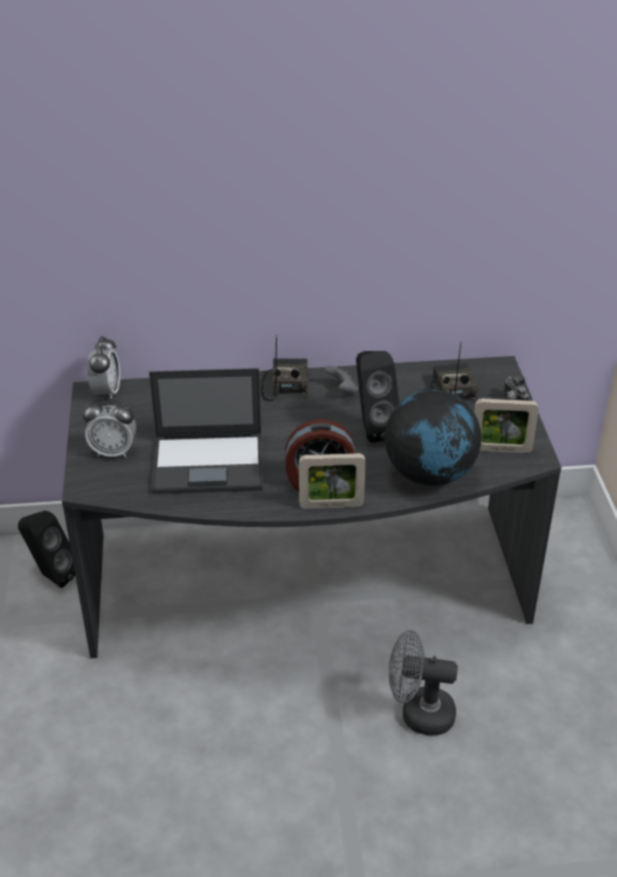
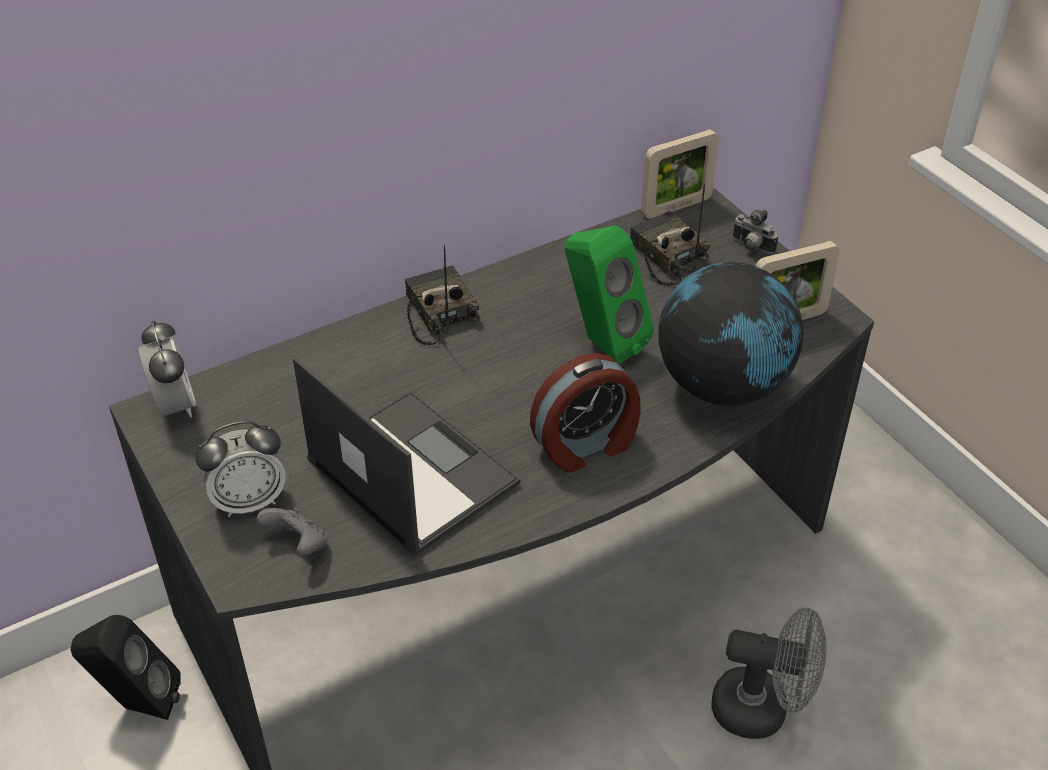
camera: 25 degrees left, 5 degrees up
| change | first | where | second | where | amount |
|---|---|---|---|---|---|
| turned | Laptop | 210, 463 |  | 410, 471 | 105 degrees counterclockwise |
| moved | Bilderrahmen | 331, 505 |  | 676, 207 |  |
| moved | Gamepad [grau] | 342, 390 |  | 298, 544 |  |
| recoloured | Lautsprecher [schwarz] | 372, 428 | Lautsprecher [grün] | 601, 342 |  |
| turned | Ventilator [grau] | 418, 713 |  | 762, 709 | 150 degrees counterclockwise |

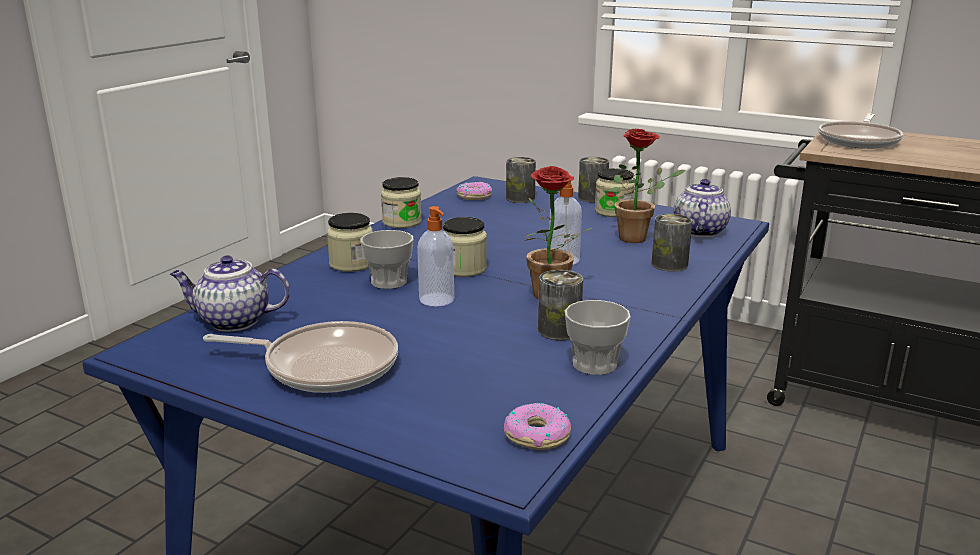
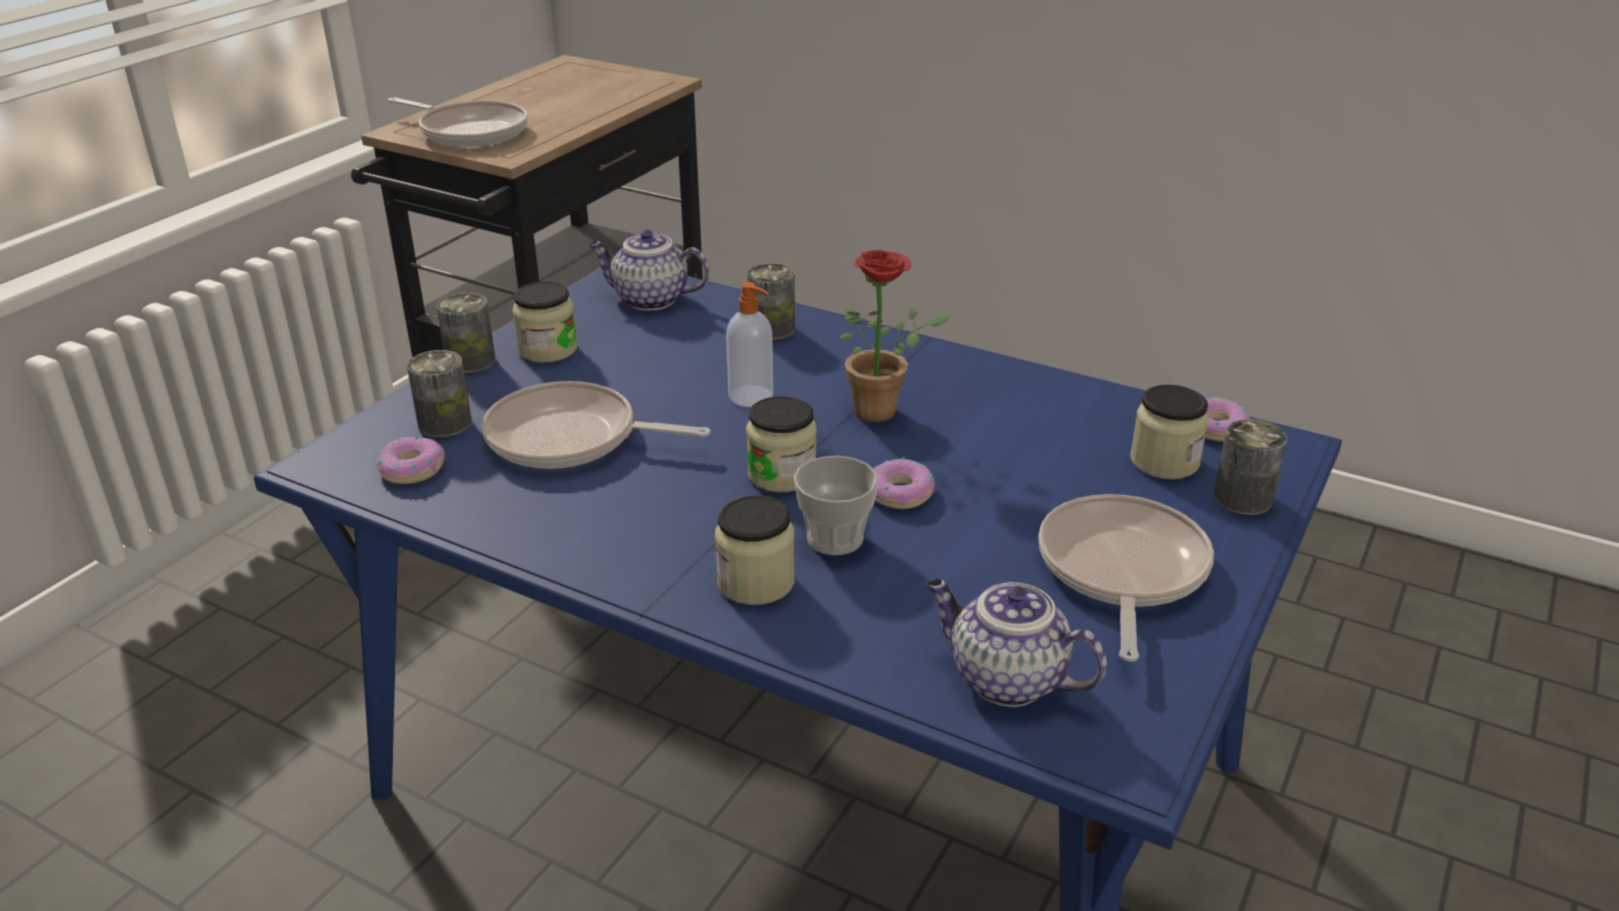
camera: 90 degrees left, 10 degrees up
| change | first | where | second | where | amount |
|---|---|---|---|---|---|
| turned | Teekanne | 232, 321 |  | 1004, 679 | 120 degrees clockwise |
| moved | Vorratsglas | 402, 222 |  | 1164, 462 |  |
| replaced | Seifenspender | 437, 300 | Donut | 900, 493 |  |
| moved | Dose | 559, 330 |  | 1242, 498 |  |
| removed | Tasse | 594, 364 |  |  |  |
| removed | Topfpflanze | 638, 238 |  |  |  |
| added |  |  | Pfanne | 570, 439 |  |

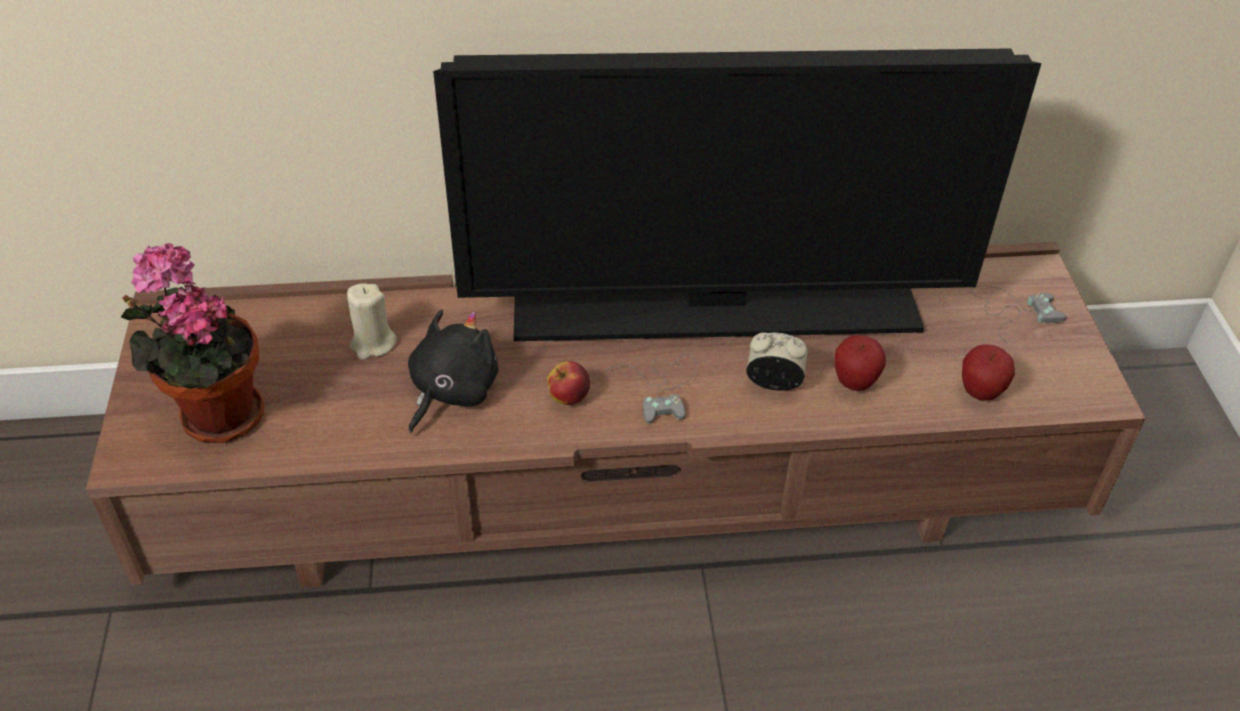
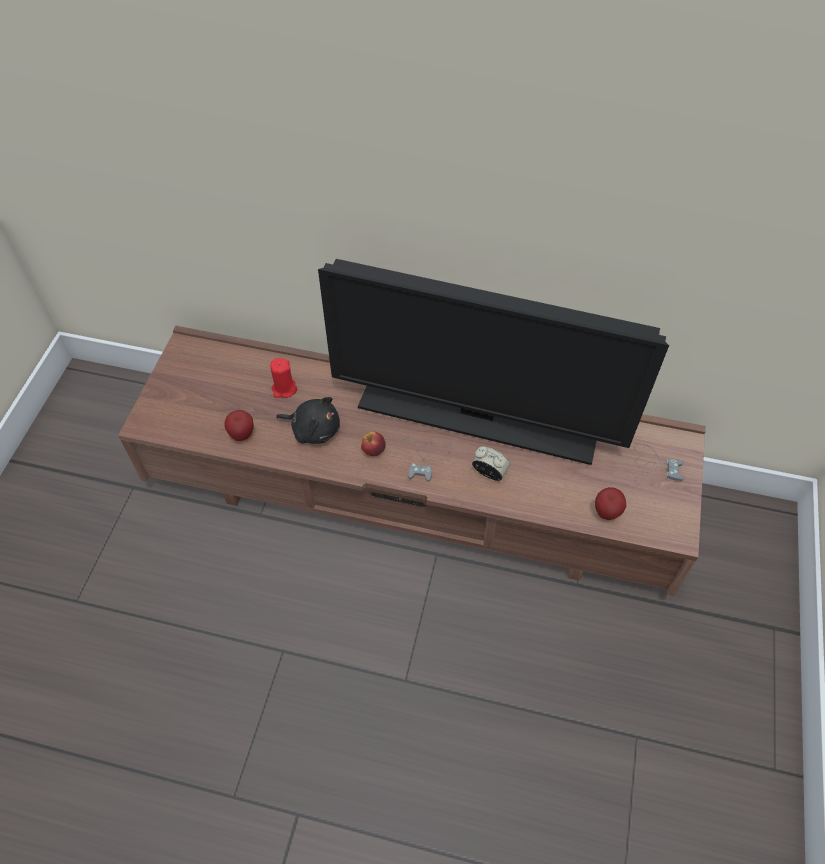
camera: 20 degrees right, 10 degrees up
| change | first | where | second | where | amount |
|---|---|---|---|---|---|
| removed | Topfpflanze | 216, 413 |  |  |  |
| recoloured | Kerze [beige] | 373, 344 | Kerze [rot] | 284, 389 |  |
| turned | Plüschtier [schwarz] | 451, 391 |  | 313, 429 | 60 degrees clockwise |
| moved | Apfel | 854, 383 |  | 242, 435 |  |

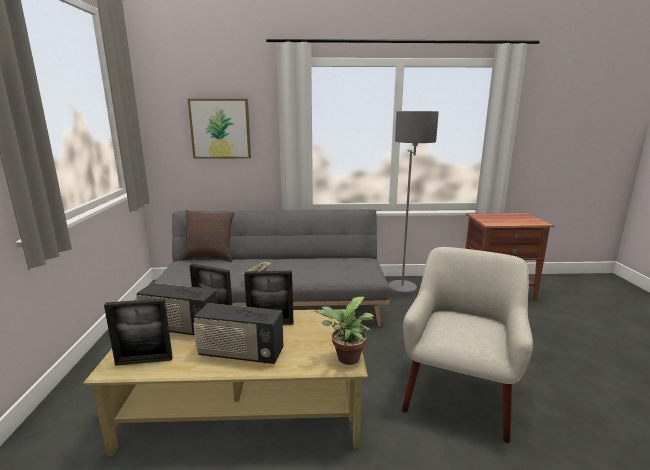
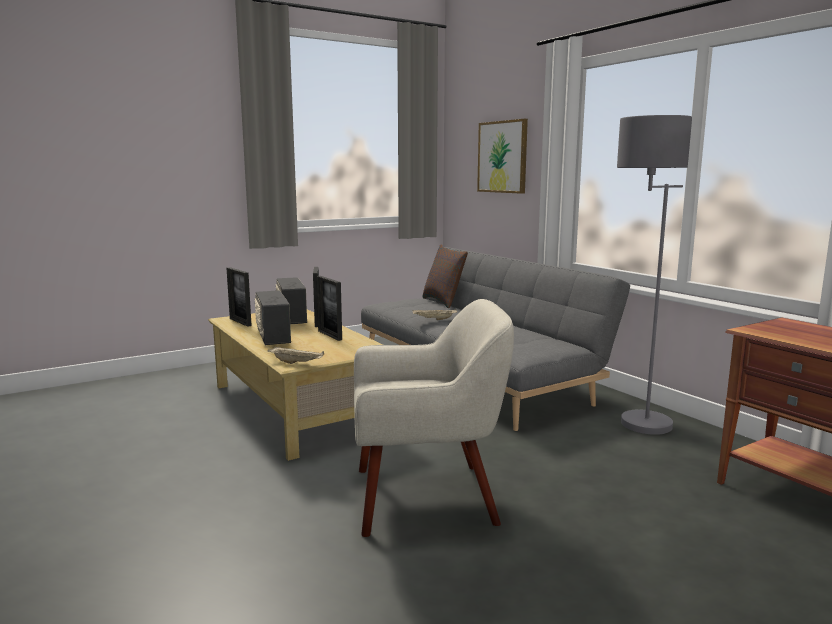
camera: 60 degrees right, 5 degrees down
| change | first | where | second | where | amount |
|---|---|---|---|---|---|
| replaced | Topfpflanze | 346, 359 | Tablett [beige] | 297, 363 |  |

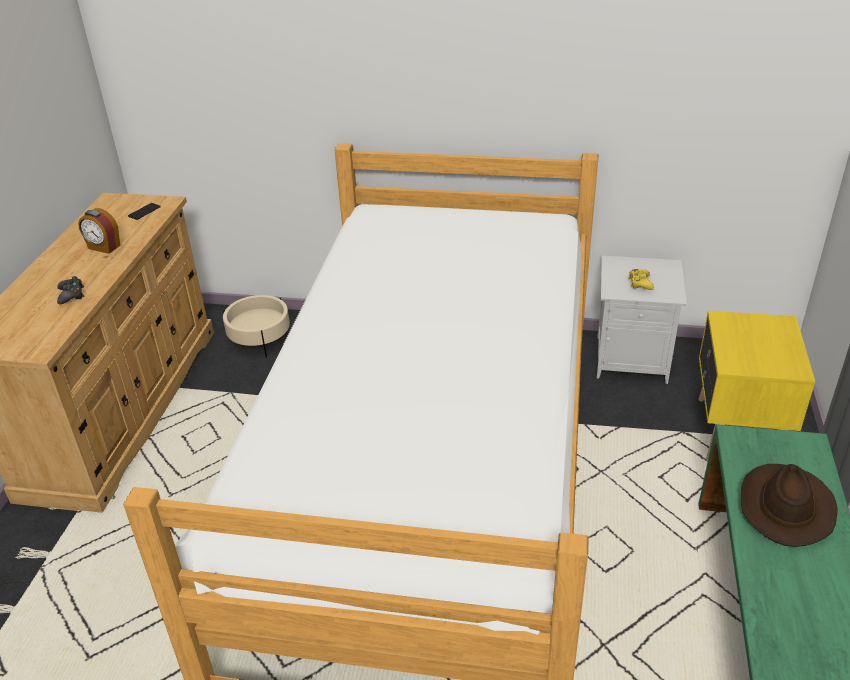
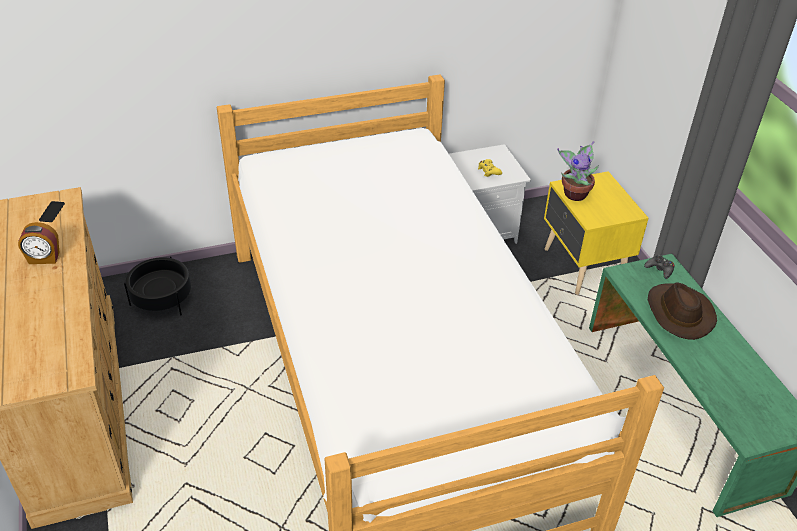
camera: 30 degrees left, 5 degrees up
| change | first | where | second | where | amount |
|---|---|---|---|---|---|
| moved | Gamepad [schwarz] | 71, 295 |  | 660, 269 |  |
| recoloured | Pflanzkübel [beige] | 260, 338 | Pflanzkübel [schwarz] | 162, 299 |  |
| added |  |  | Topfpflanze | 574, 193 |  |

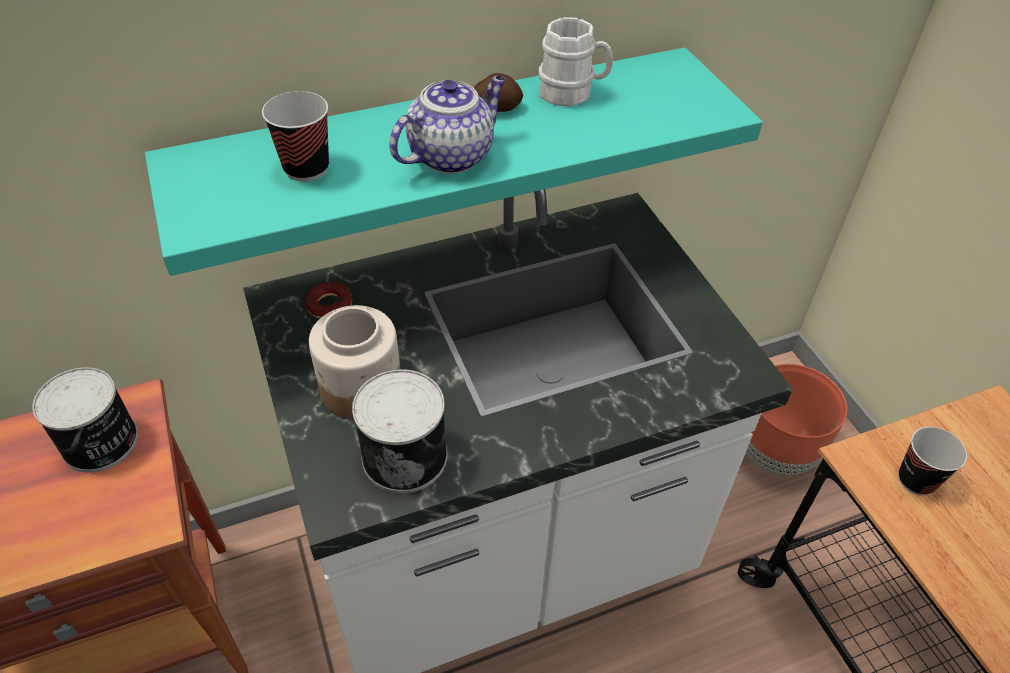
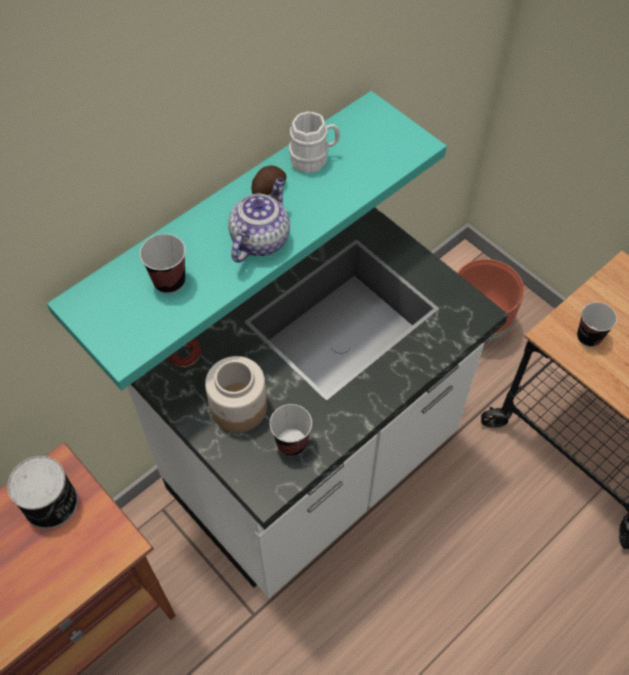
camera: 20 degrees left, 10 degrees up
| change | first | where | second | where | amount |
|---|---|---|---|---|---|
| replaced | Dose | 405, 454 | Tasse | 291, 443 |  |

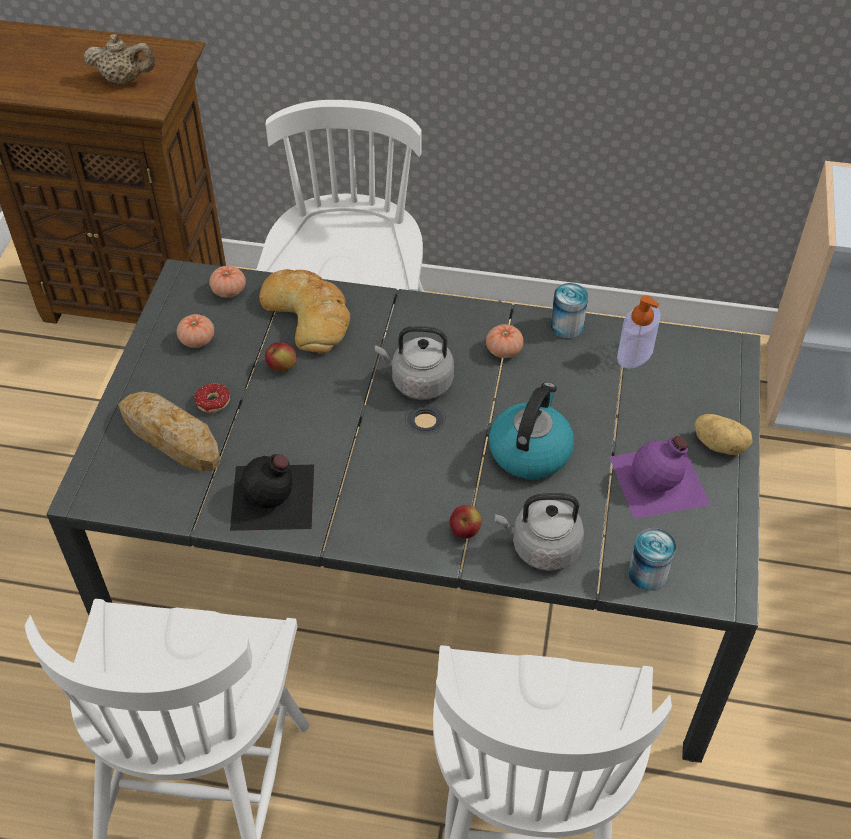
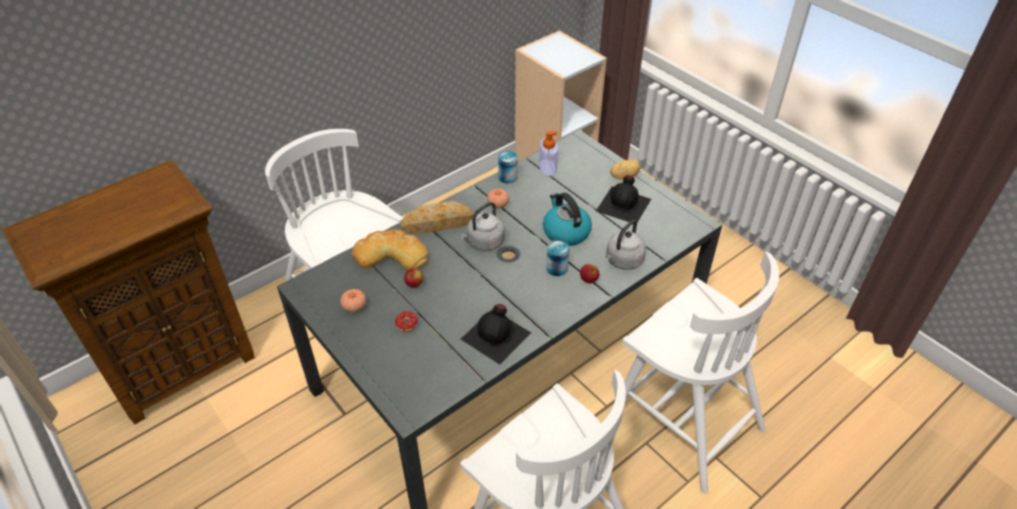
camera: 50 degrees left, 5 degrees down
| change | first | where | second | where | amount |
|---|---|---|---|---|---|
| removed | Teekanne [beige] | 124, 80 |  |  |  |
| moved | Brot | 170, 436 |  | 438, 223 |  |
| removed | Tomate | 229, 291 |  |  |  |
| recoloured | Flasche [lila] | 660, 481 | Flasche [schwarz] | 624, 204 |  |
| moved | Dose | 648, 574 |  | 557, 268 |  |

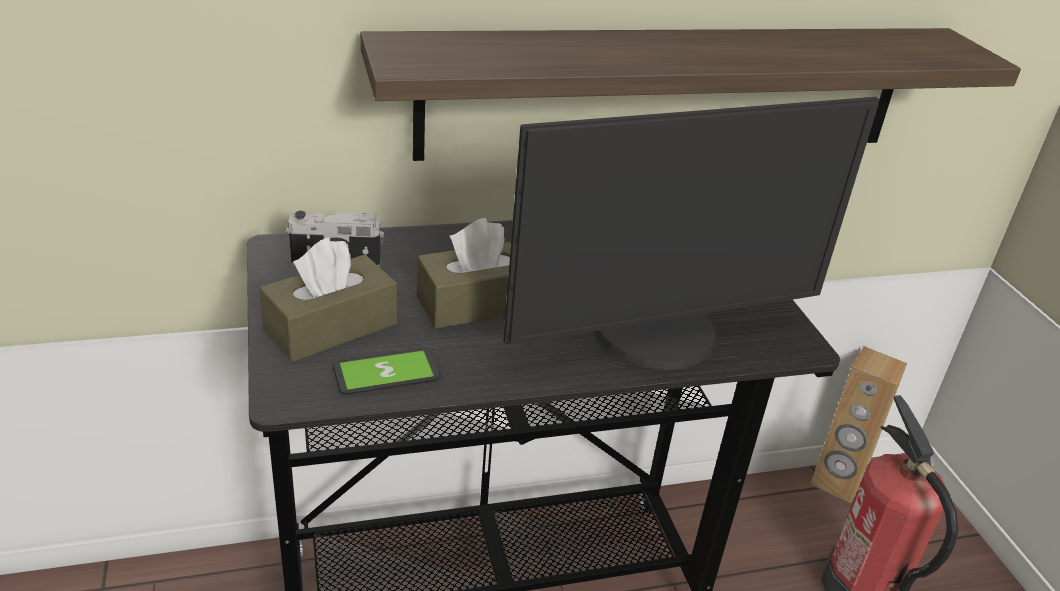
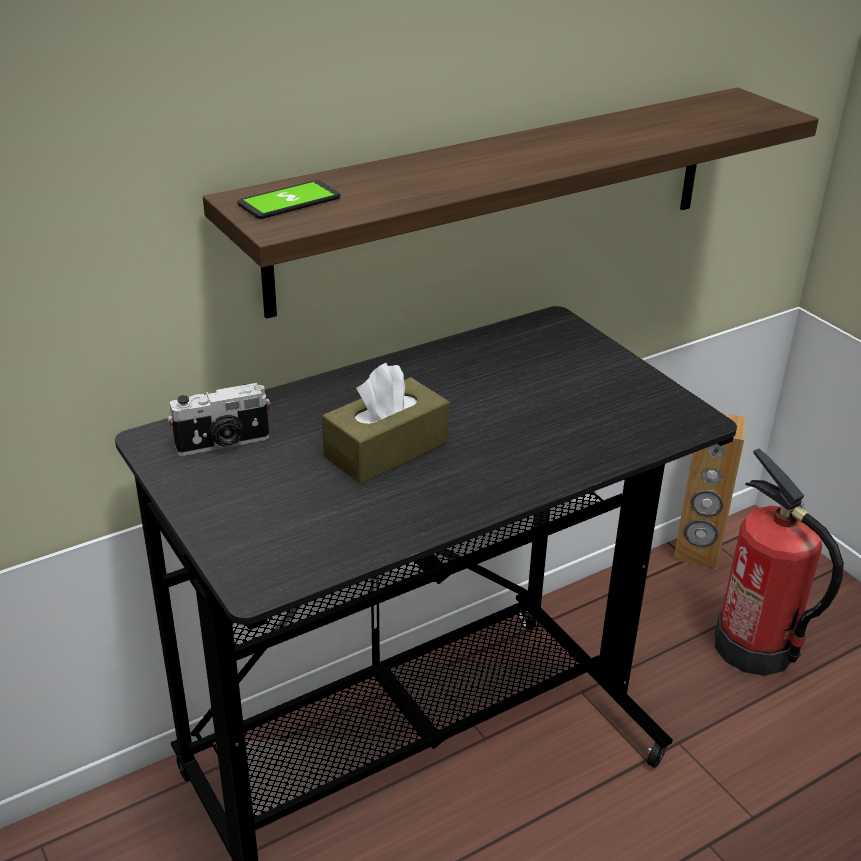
camera: 15 degrees left, 0 degrees up
| change | first | where | second | where | amount |
|---|---|---|---|---|---|
| removed | Taschentuchbox [braun] | 331, 327 |  |  |  |
| moved | Handy | 387, 373 |  | 289, 202 |  |
| removed | Monitor | 658, 335 |  |  |  |

